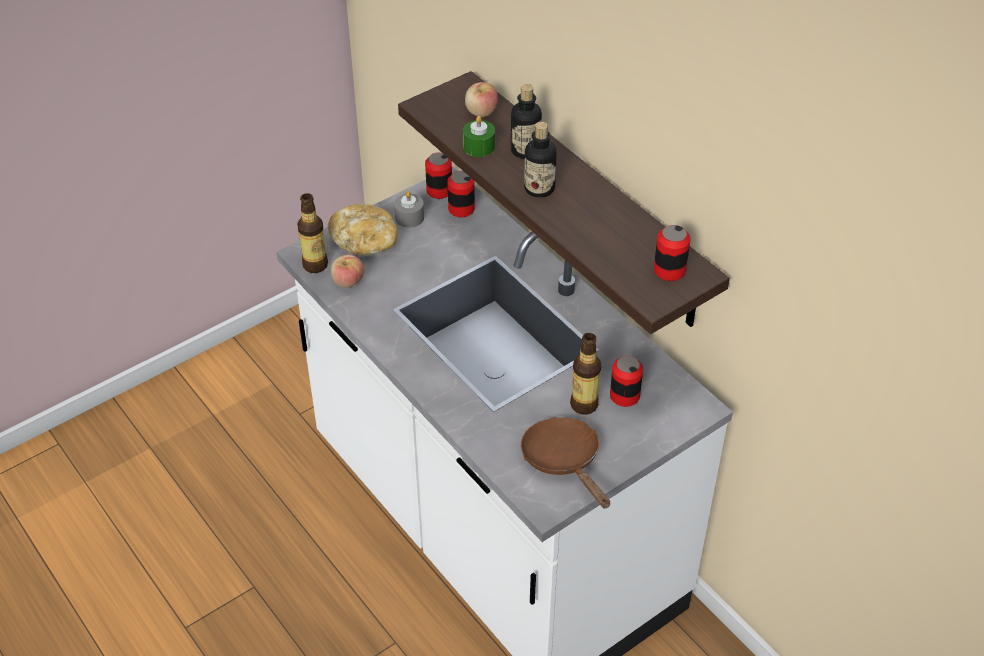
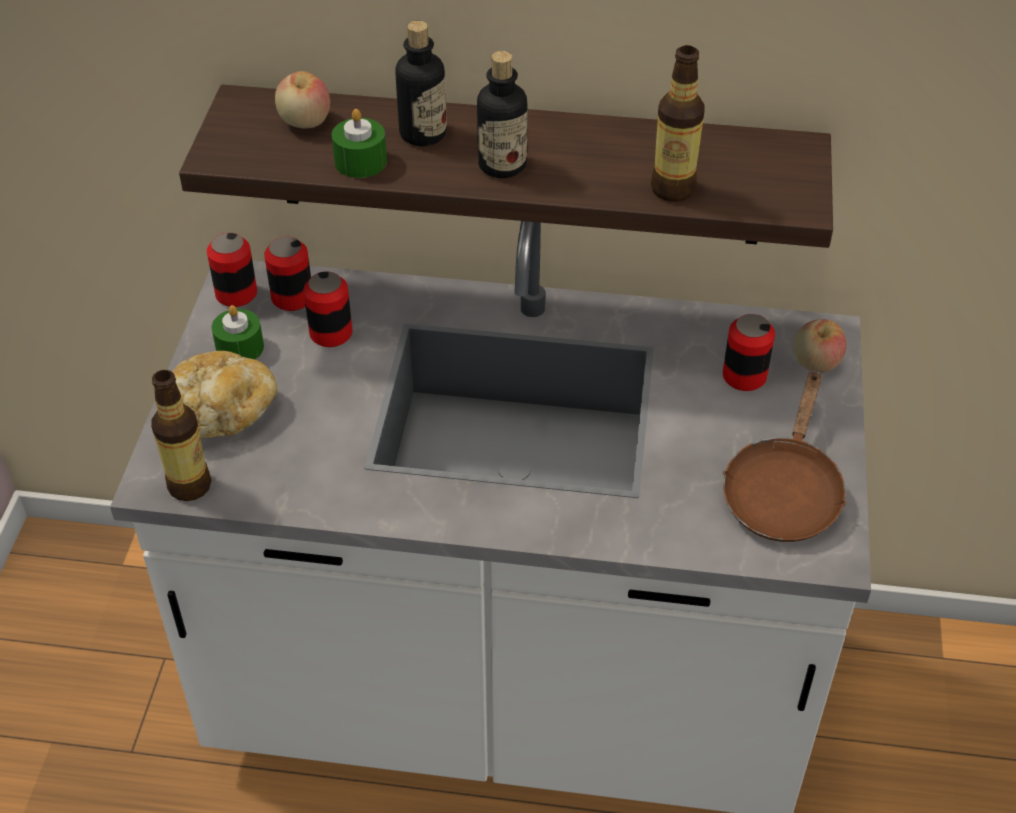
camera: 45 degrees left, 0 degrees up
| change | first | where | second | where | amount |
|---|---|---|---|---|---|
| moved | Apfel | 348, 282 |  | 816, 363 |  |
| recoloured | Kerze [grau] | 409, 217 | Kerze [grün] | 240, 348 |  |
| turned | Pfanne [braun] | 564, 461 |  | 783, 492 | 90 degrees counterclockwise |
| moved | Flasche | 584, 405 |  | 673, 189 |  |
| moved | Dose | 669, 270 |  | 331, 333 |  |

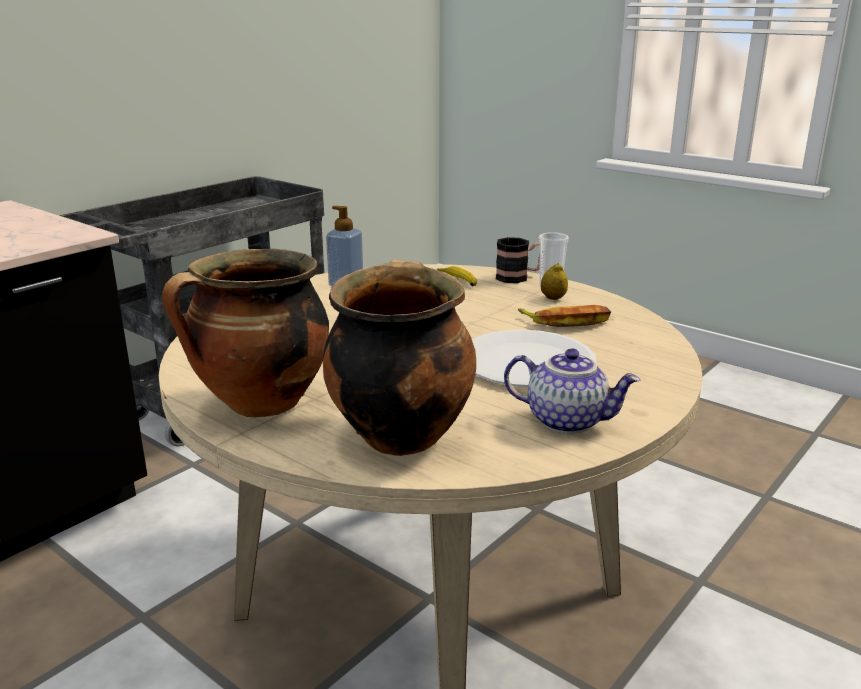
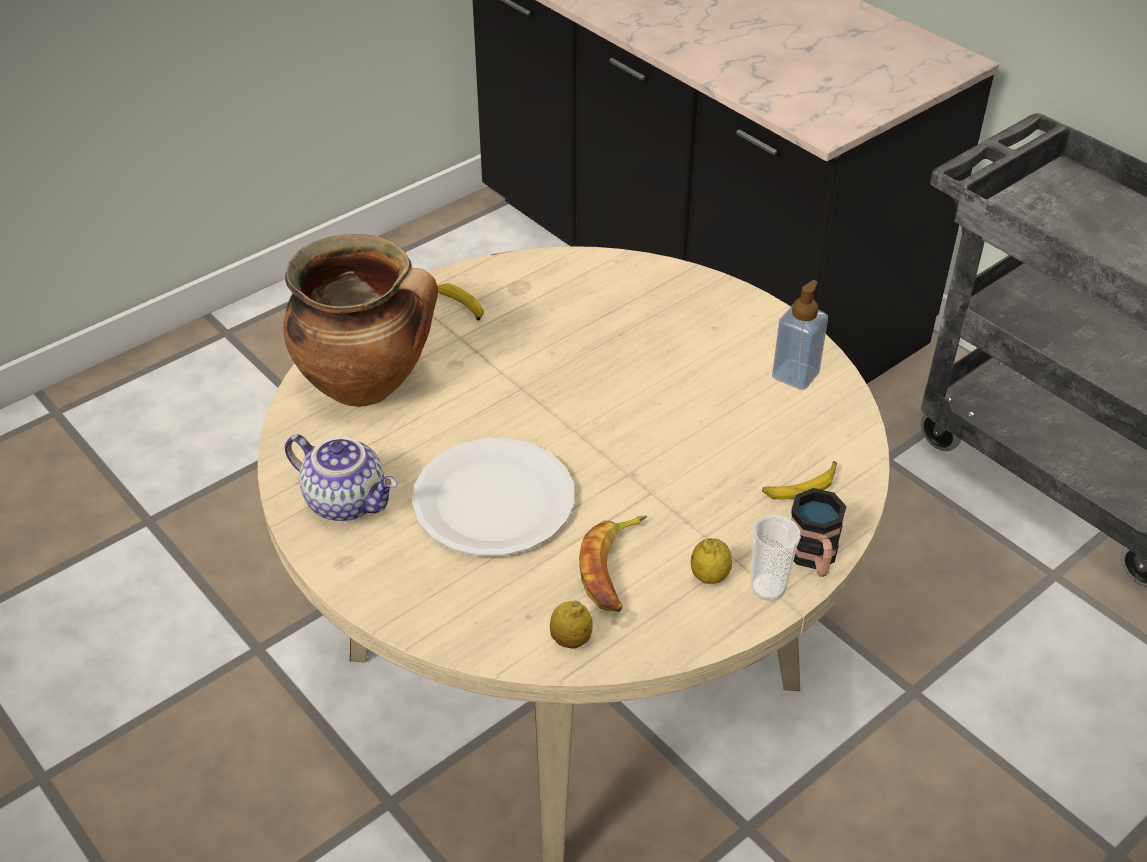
camera: 100 degrees right, 20 degrees up
| change | first | where | second | where | amount |
|---|---|---|---|---|---|
| replaced | Kochtopf | 261, 405 | Banane | 456, 306 |  |
| turned | Teekanne | 567, 420 |  | 348, 501 | 90 degrees counterclockwise |
| added |  |  | Zitrone | 571, 640 |  |

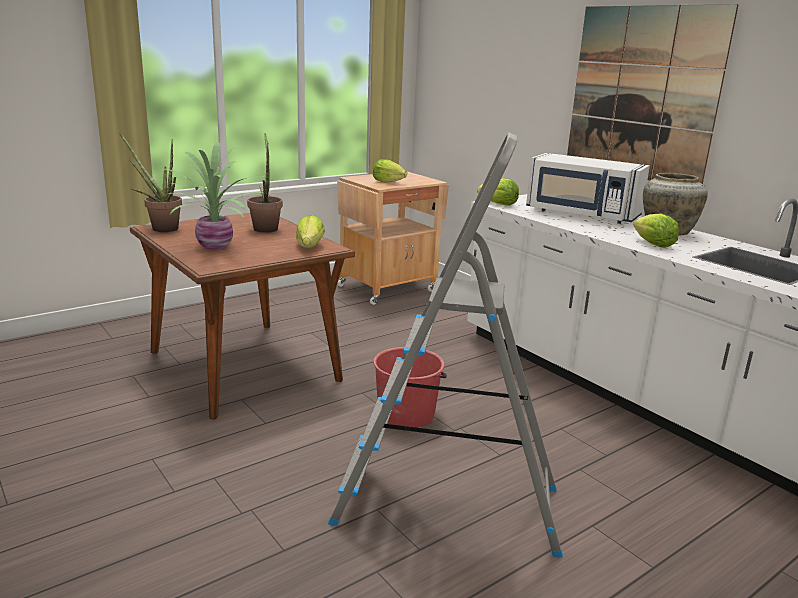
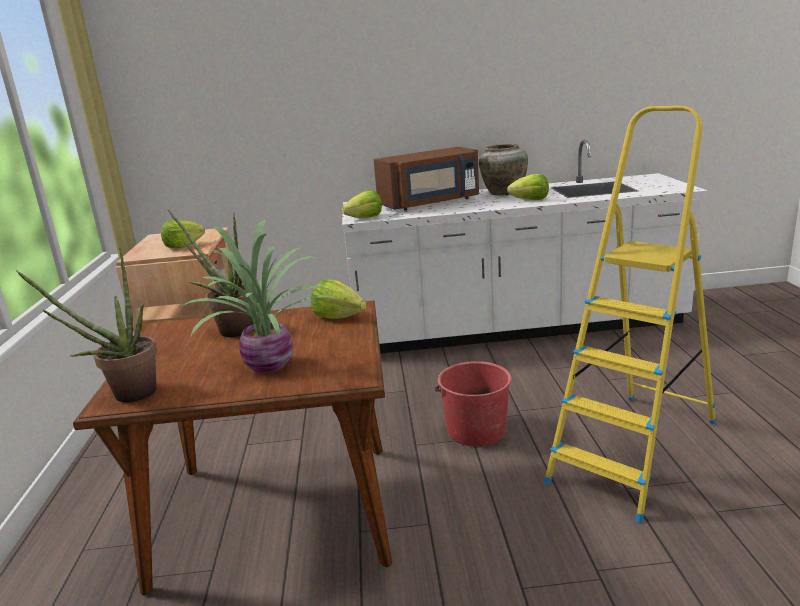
camera: 55 degrees left, 0 degrees up
| change | first | where | second | where | amount |
|---|---|---|---|---|---|
| recoloured | Trittleiter [grau] | 446, 506 | Trittleiter [gelb] | 634, 451 |  |
| recoloured | Mikrowelle [weiß] | 581, 214 | Mikrowelle [braun] | 431, 203 |  |
| removed | Bild | 642, 94 |  |  |  |

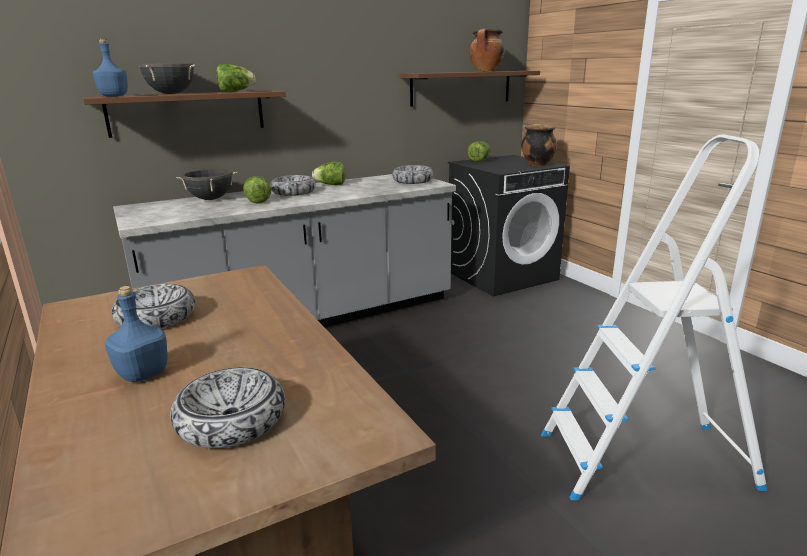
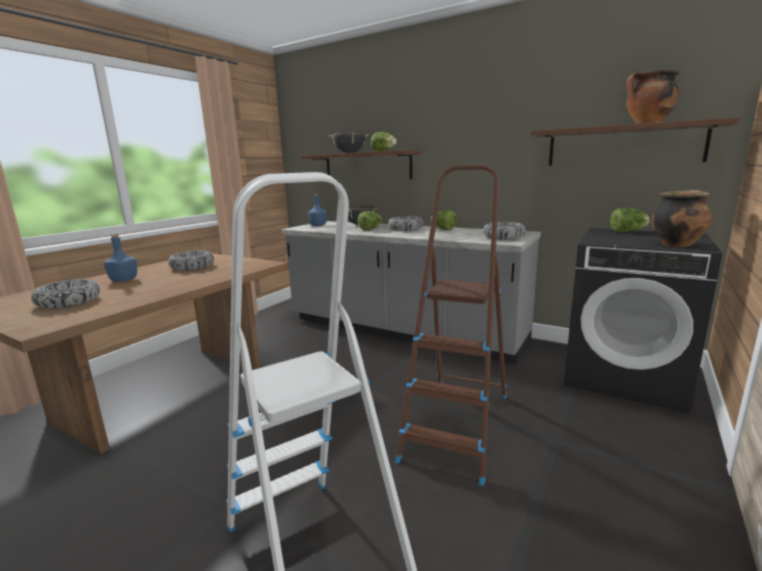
camera: 60 degrees right, 5 degrees down
| change | first | where | second | where | amount |
|---|---|---|---|---|---|
| moved | Flasche [blau] | 114, 96 |  | 318, 225 |  |
| added |  |  | Trittleiter [braun] | 457, 426 |  |

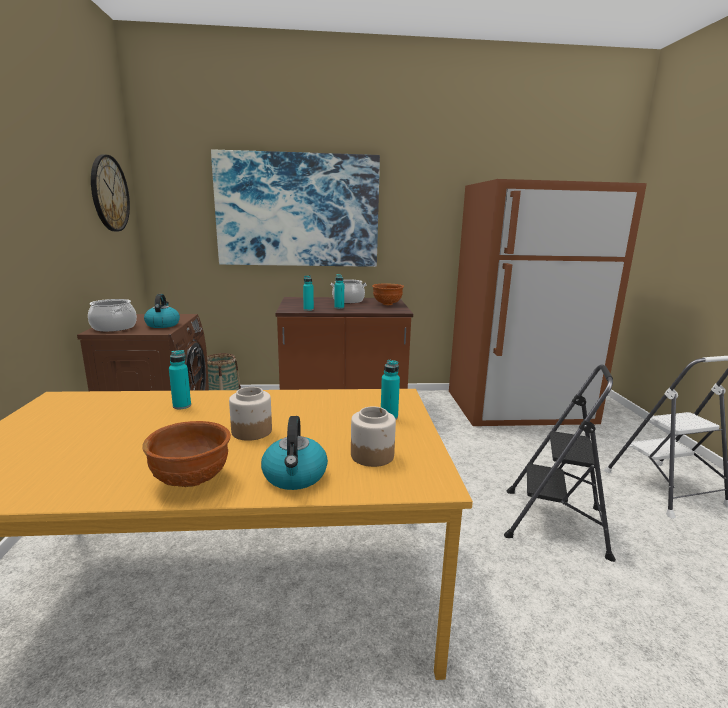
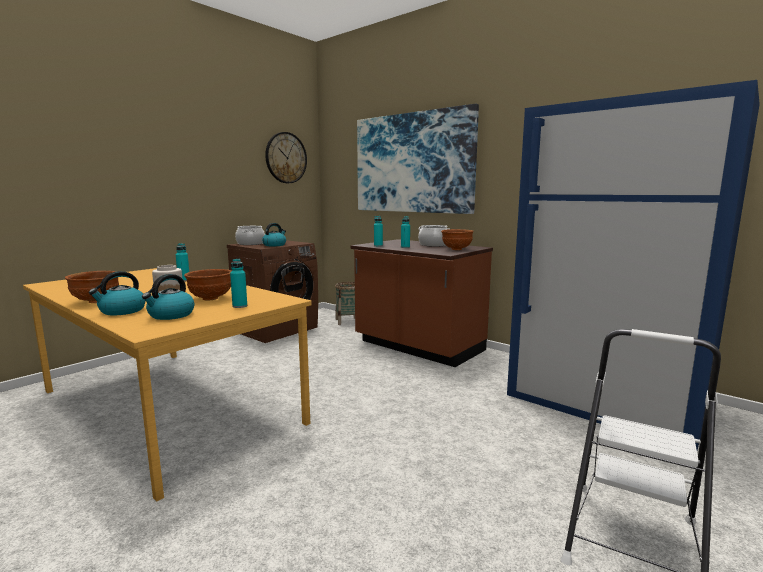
camera: 45 degrees right, 5 degrees down
| change | first | where | second | where | amount |
|---|---|---|---|---|---|
| replaced | Vorratsglas | 372, 455 | Wasserkessel | 171, 315 |  |
| recoloured | Kühlschrank [braun] | 519, 406 | Kühlschrank [blau] | 607, 399 |  |
| removed | Trittleiter [schwarz] | 559, 522 |  |  |  |
| added |  |  | Schüssel [braun] | 210, 298 |  |

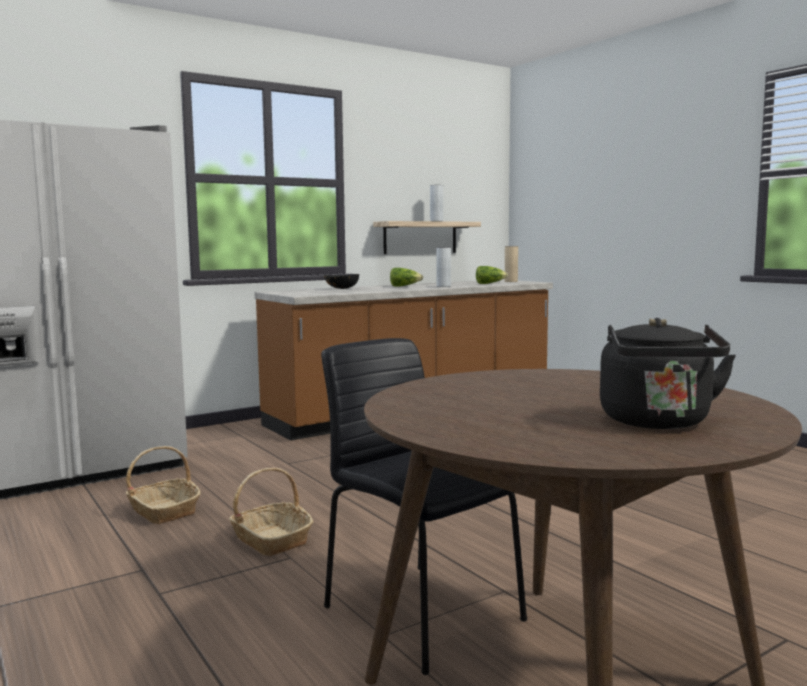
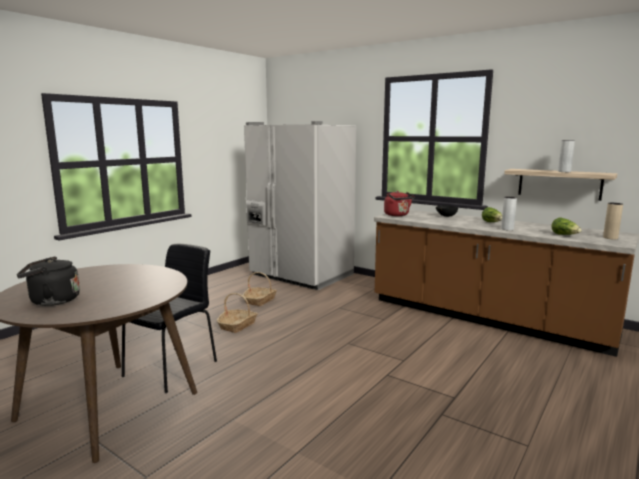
camera: 70 degrees right, 5 degrees up
| change | first | where | second | where | amount |
|---|---|---|---|---|---|
| added |  |  | Wasserkessel [rot] | 397, 215 |  |

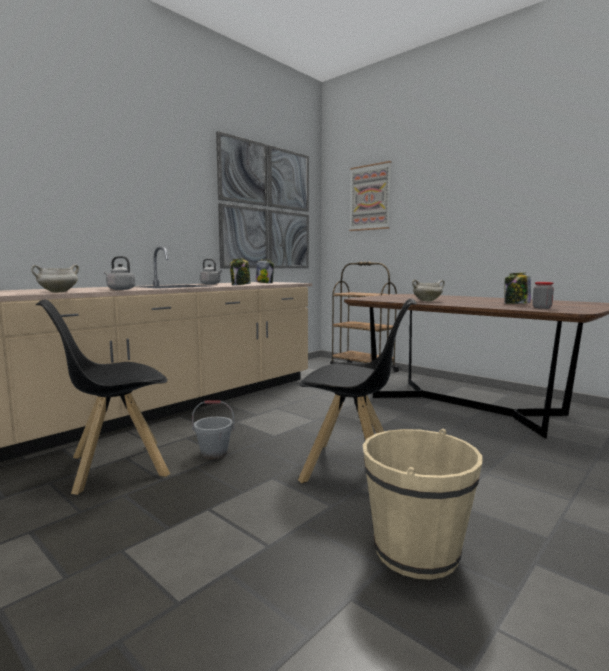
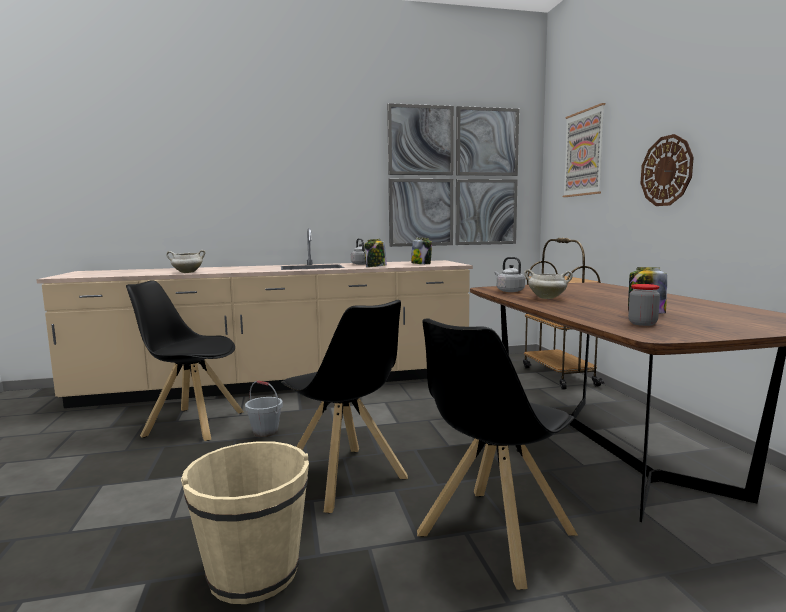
camera: 35 degrees right, 0 degrees up
| change | first | where | second | where | amount |
|---|---|---|---|---|---|
| moved | Wasserkessel [grau] | 120, 289 |  | 509, 291 |  |
| added |  |  | Stuhl [schwarz] | 493, 536 |  |
| added |  |  | Wanduhr | 666, 171 |  |

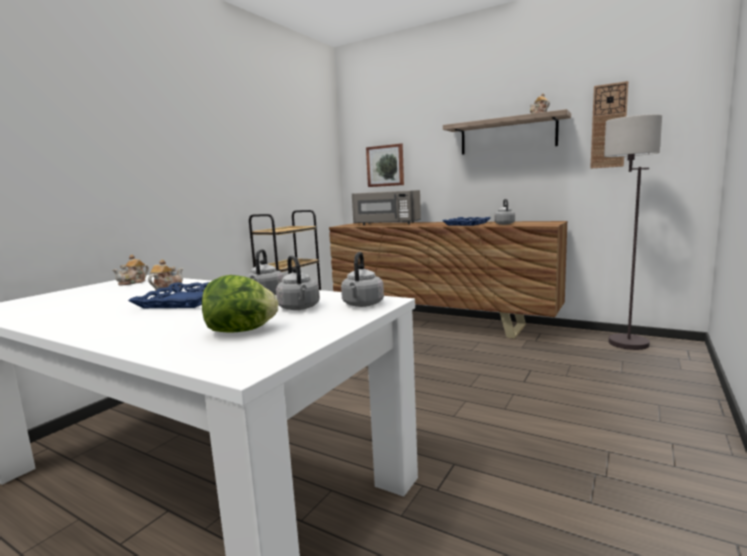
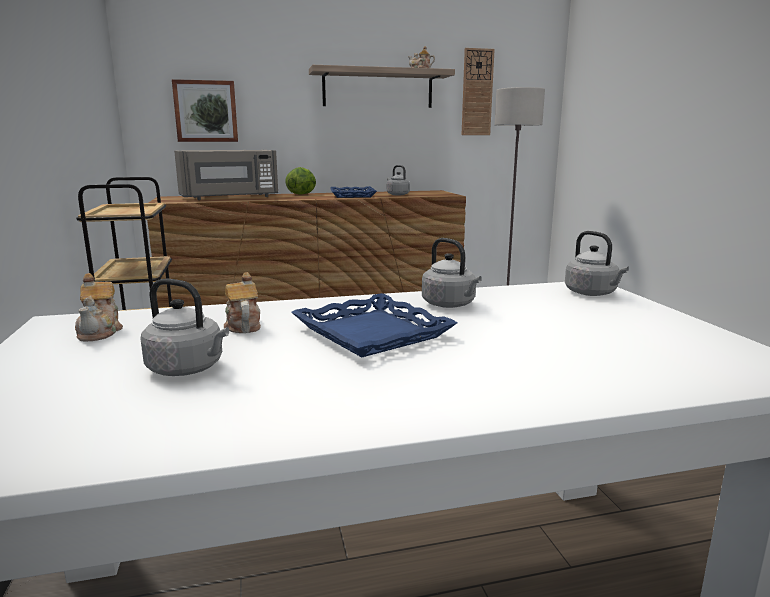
camera: 45 degrees left, 5 degrees up
| change | first | where | second | where | amount |
|---|---|---|---|---|---|
| moved | Salatkopf | 241, 331 |  | 302, 194 |  |
| moved | Wasserkessel [grau] | 299, 308 |  | 188, 369 |  |

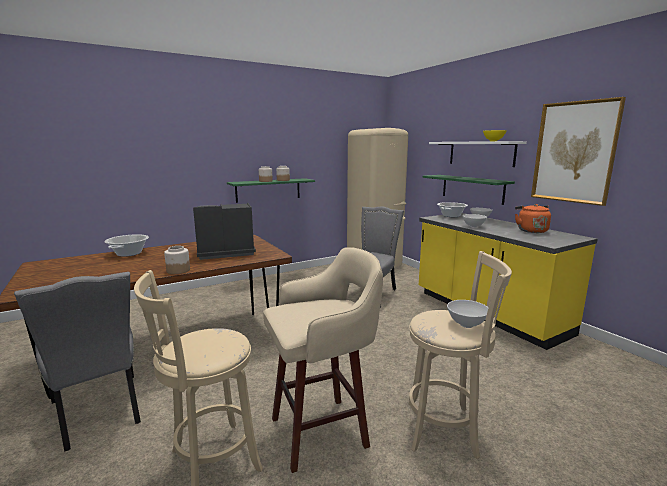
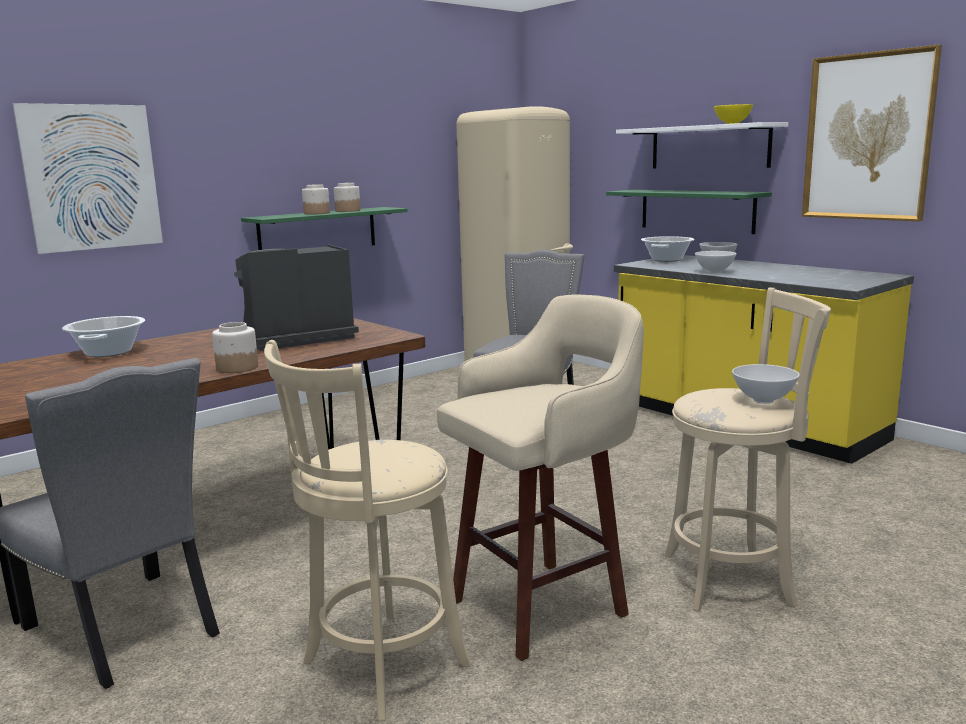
camera: 10 degrees left, 0 degrees up
| change | first | where | second | where | amount |
|---|---|---|---|---|---|
| removed | Wasserkessel [orange] | 530, 230 |  |  |  |
| added |  |  | Bild | 92, 177 |  |

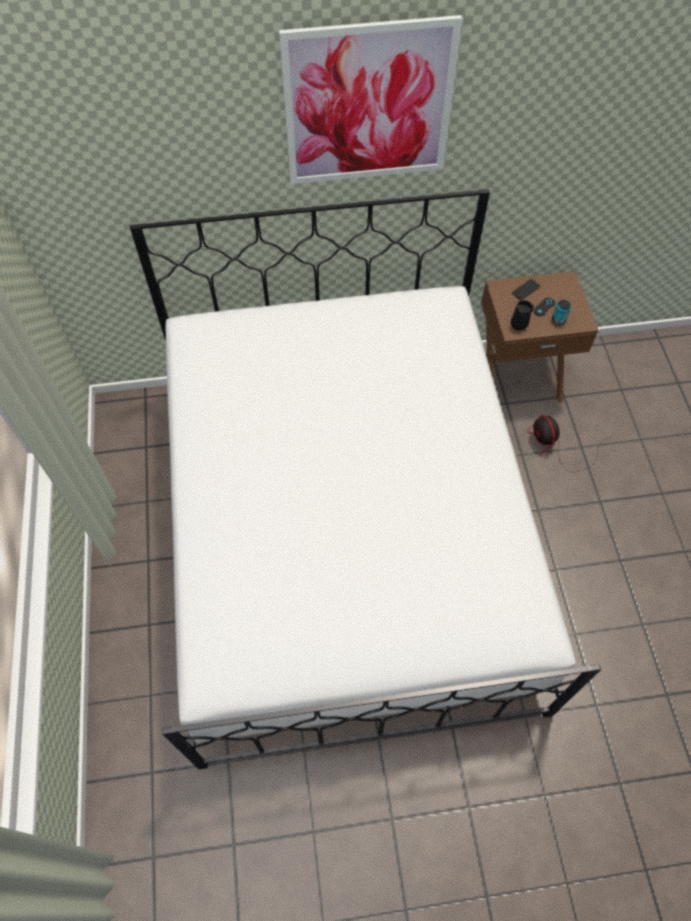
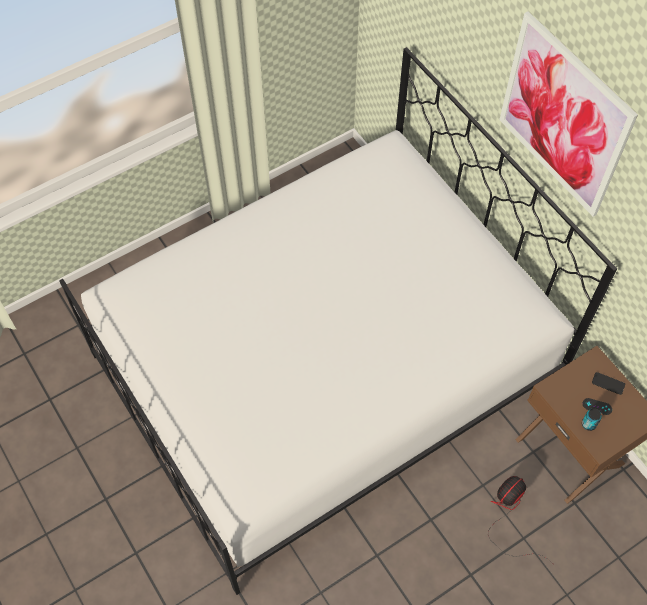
camera: 65 degrees right, 0 degrees up
| change | first | where | second | where | amount |
|---|---|---|---|---|---|
| removed | Henkelbecher [schwarz] | 519, 324 |  |  |  |

